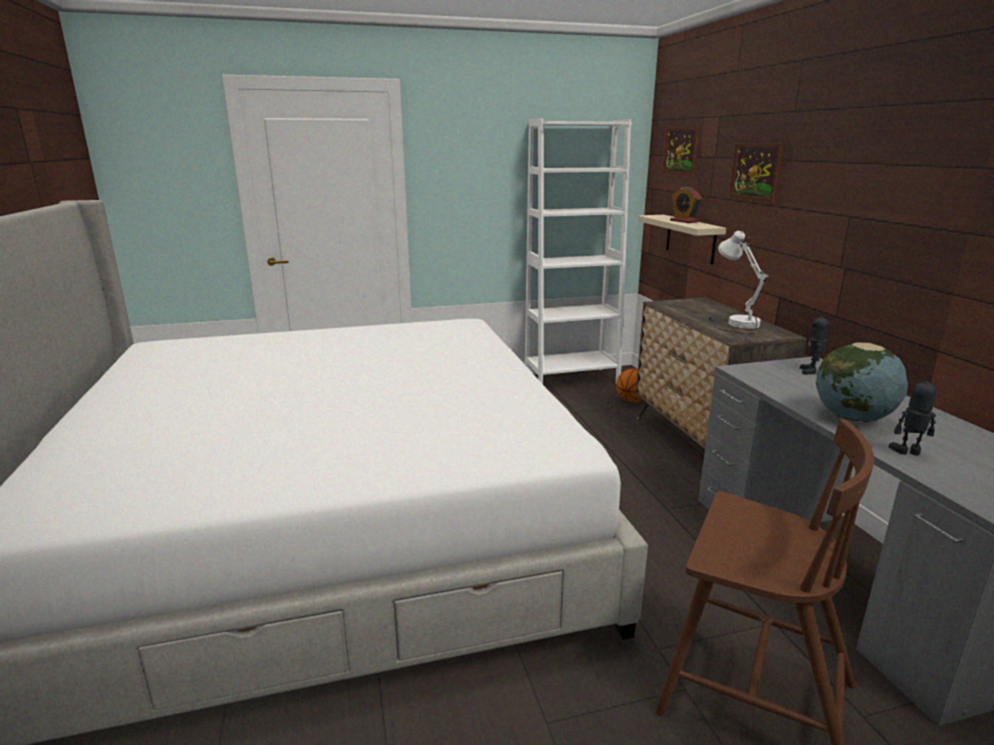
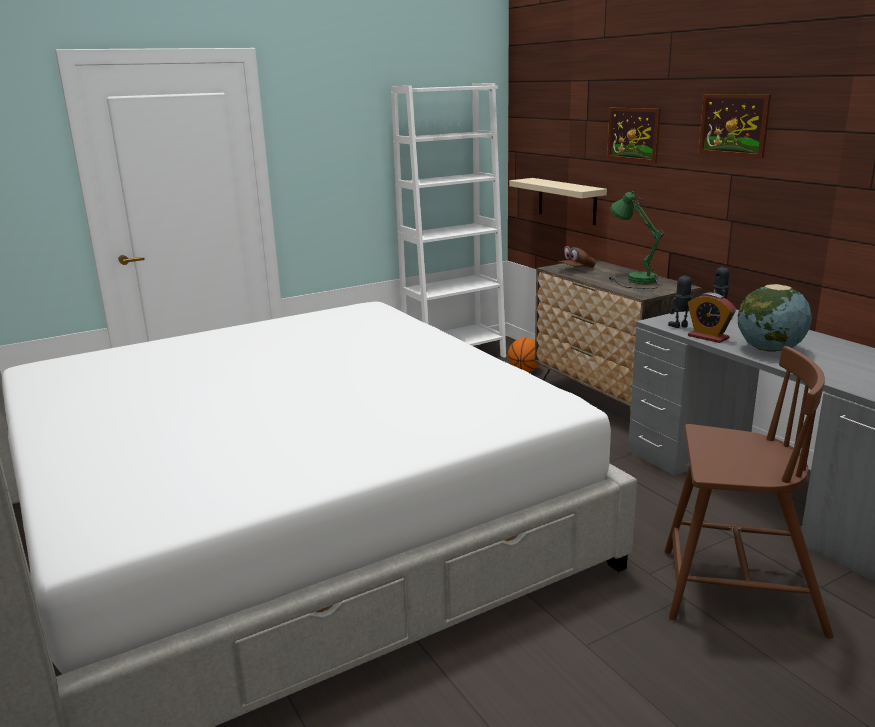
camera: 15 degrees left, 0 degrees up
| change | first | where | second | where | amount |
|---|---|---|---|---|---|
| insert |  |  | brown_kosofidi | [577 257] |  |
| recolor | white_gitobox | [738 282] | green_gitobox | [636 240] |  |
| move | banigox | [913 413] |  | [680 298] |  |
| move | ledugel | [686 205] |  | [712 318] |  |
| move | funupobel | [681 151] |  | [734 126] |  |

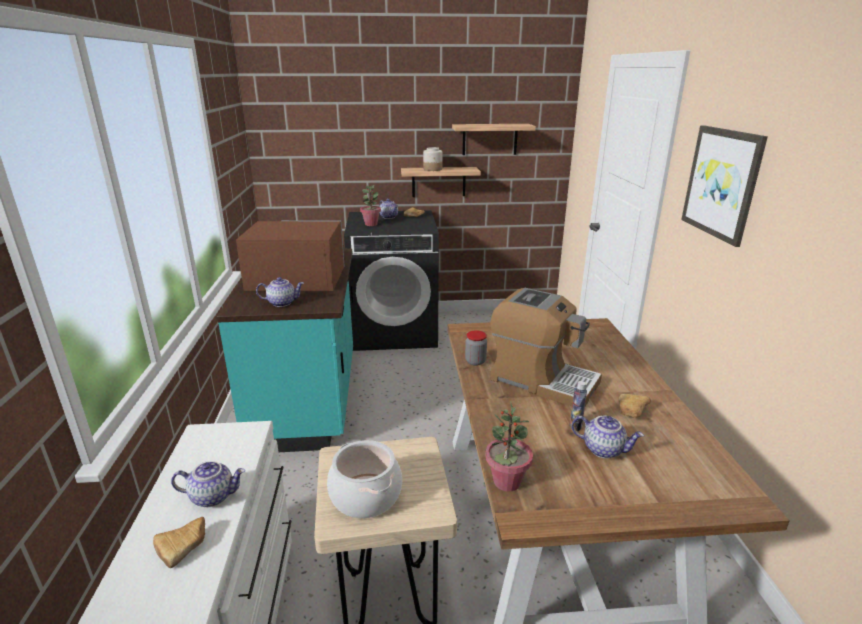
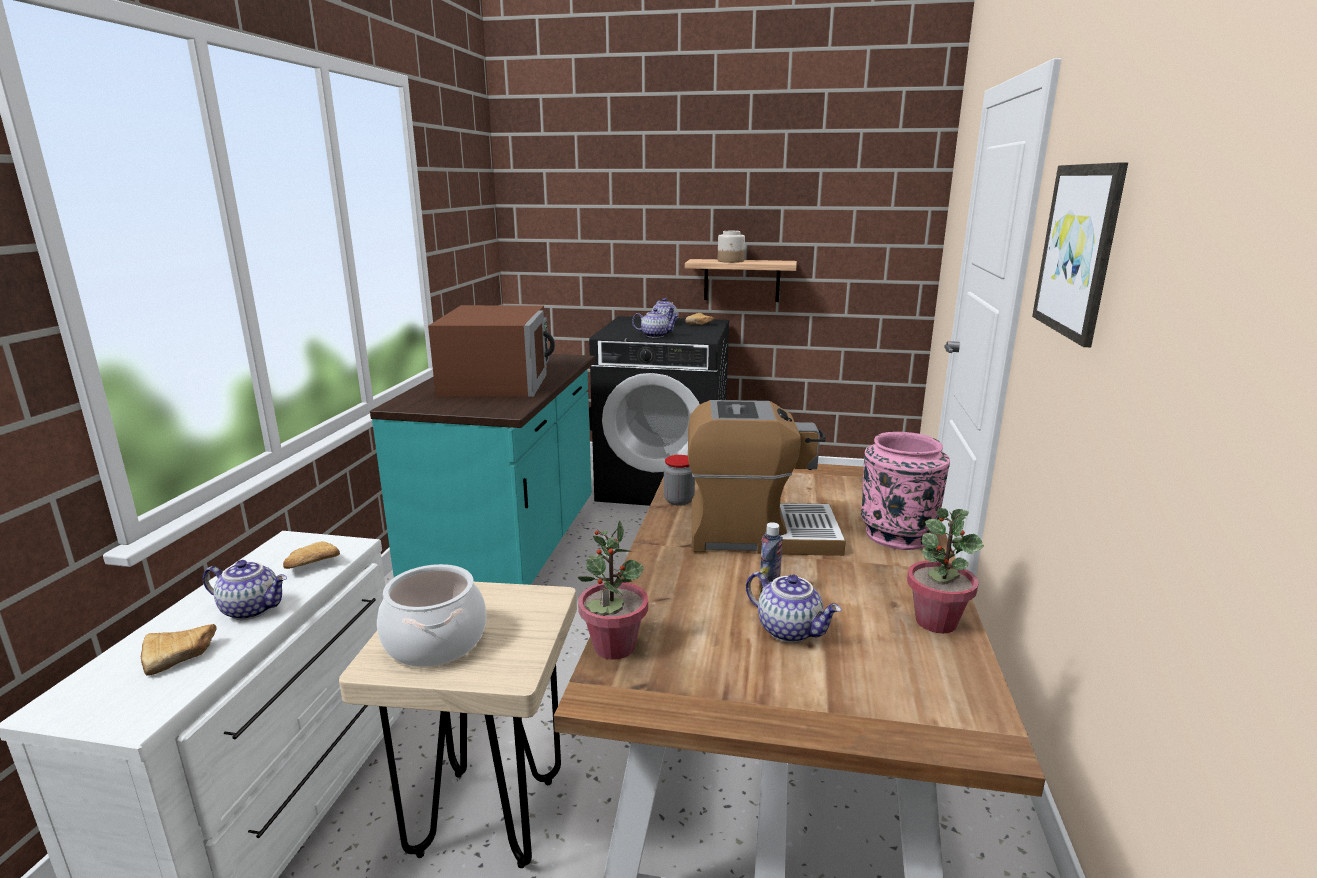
camera: 15 degrees right, 5 degrees down
| change | first | where | second | where | amount |
|---|---|---|---|---|---|
| move | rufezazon | [635 406] |  | [311 555] |  |
| rotate | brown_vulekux | [290 255] |  | [491 351] | 75 degrees clockwise |
| move | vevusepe | [280 292] |  | [655 323] |  |
| rotate | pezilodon | [546 347] |  | [767 478] | 45 degrees counterclockwise |
| insert |  |  | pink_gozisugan | [905 491] |  |
| move | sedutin | [370 205] |  | [945 570] |  |
| delete | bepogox | [494 139] |  |  |  |

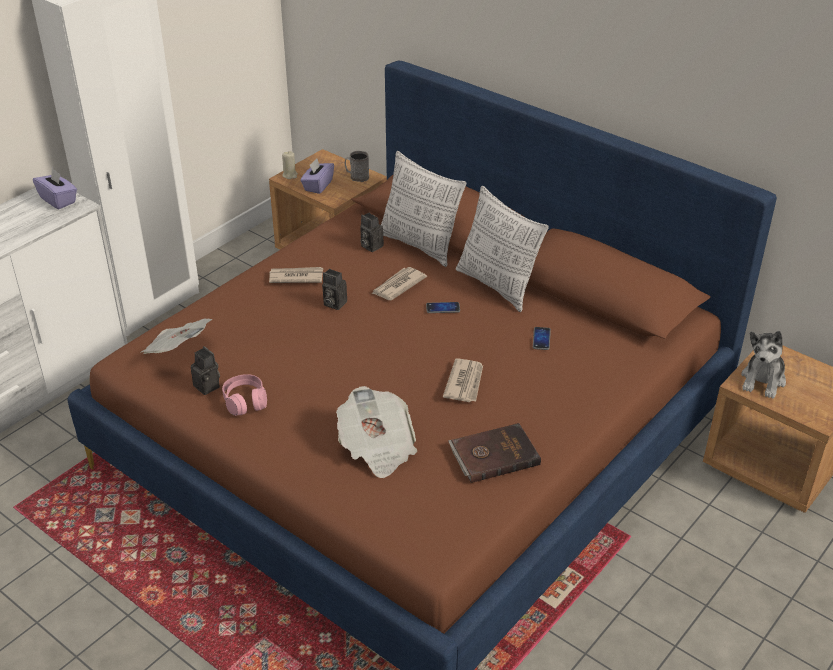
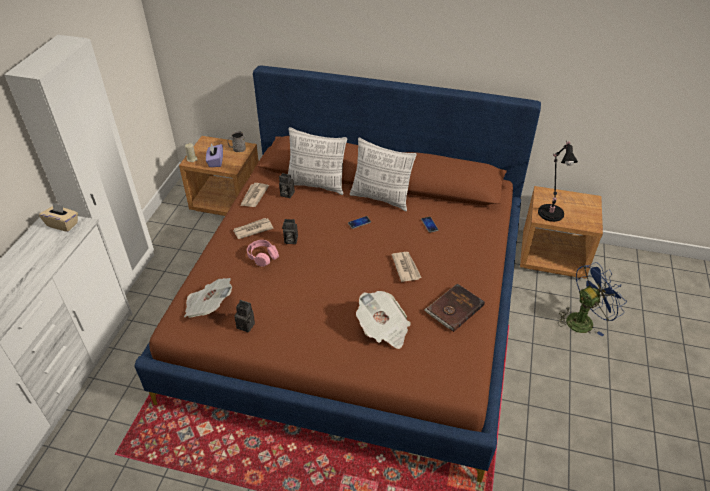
camera: 25 degrees left, 5 degrees up
| change | first | where | second | where | amount |
|---|---|---|---|---|---|
| recolor | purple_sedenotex | [55 188] | beige_sedenotex | [58 217] |  |
| move | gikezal | [399 283] |  | [254 195] |  |
| move | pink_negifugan | [244 395] |  | [263 253] |  |
| replace | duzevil | [763 365] | black_gitobox | [558 181] |  |
| insert |  |  | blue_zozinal | [592 299] |  |

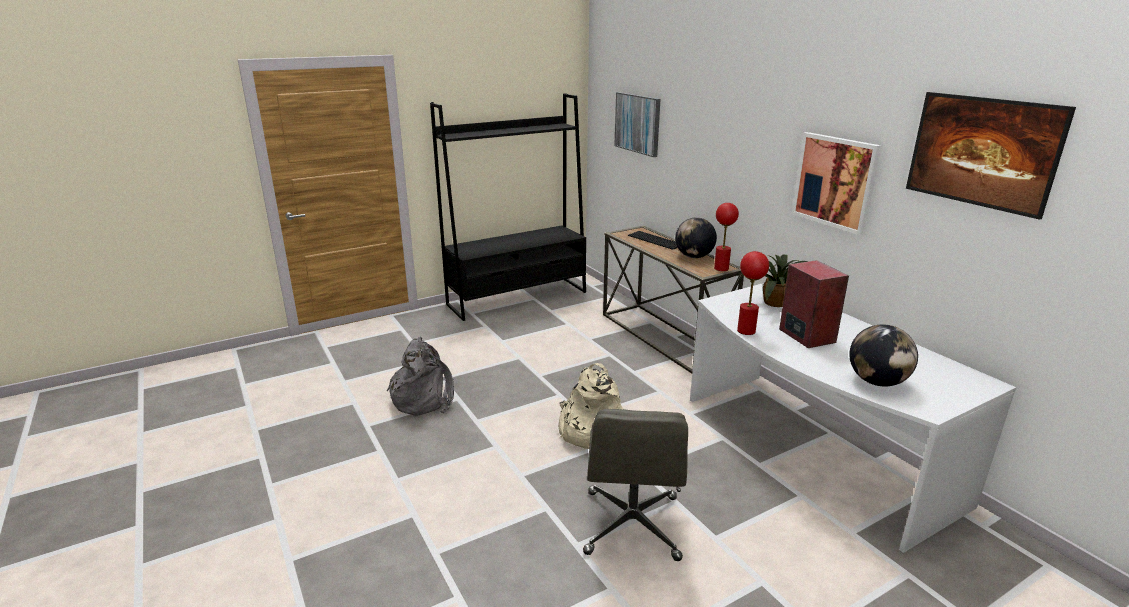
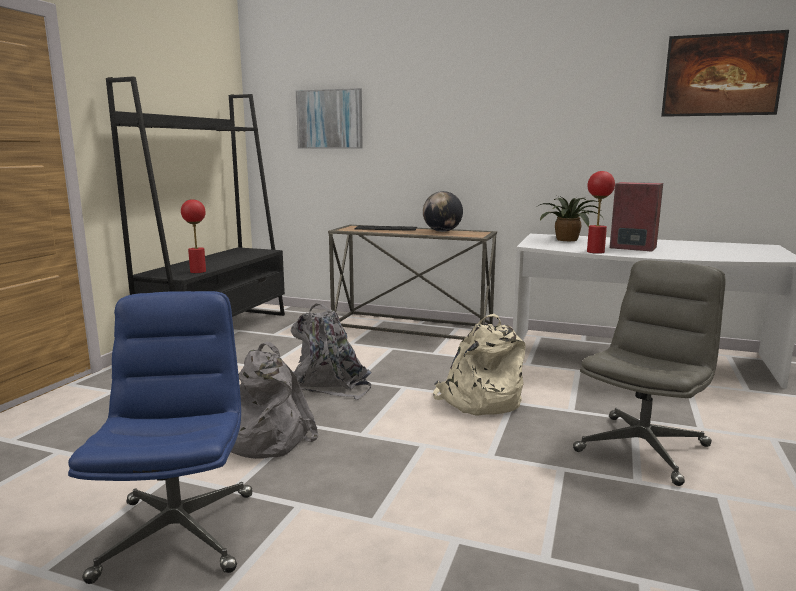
camera: 40 degrees left, 10 degrees down
| change | first | where | second | where | amount |
|---|---|---|---|---|---|
| insert |  |  | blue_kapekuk | [160 437] |  |
| move | red_gitobox | [726 237] |  | [193 236] |  |
| insert |  |  | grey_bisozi | [331 352] |  |
| rotate | grey_kapekuk | [635 485] |  | [649 373] | 105 degrees counterclockwise |
| delete | funupobel | [836 183] |  |  |  |
| delete | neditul | [883 355] |  |  |  |

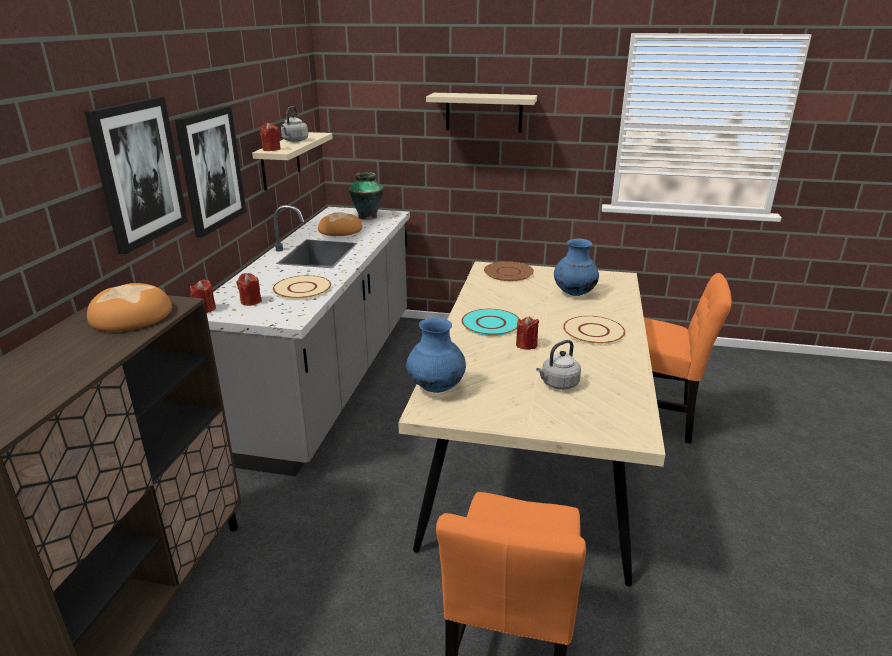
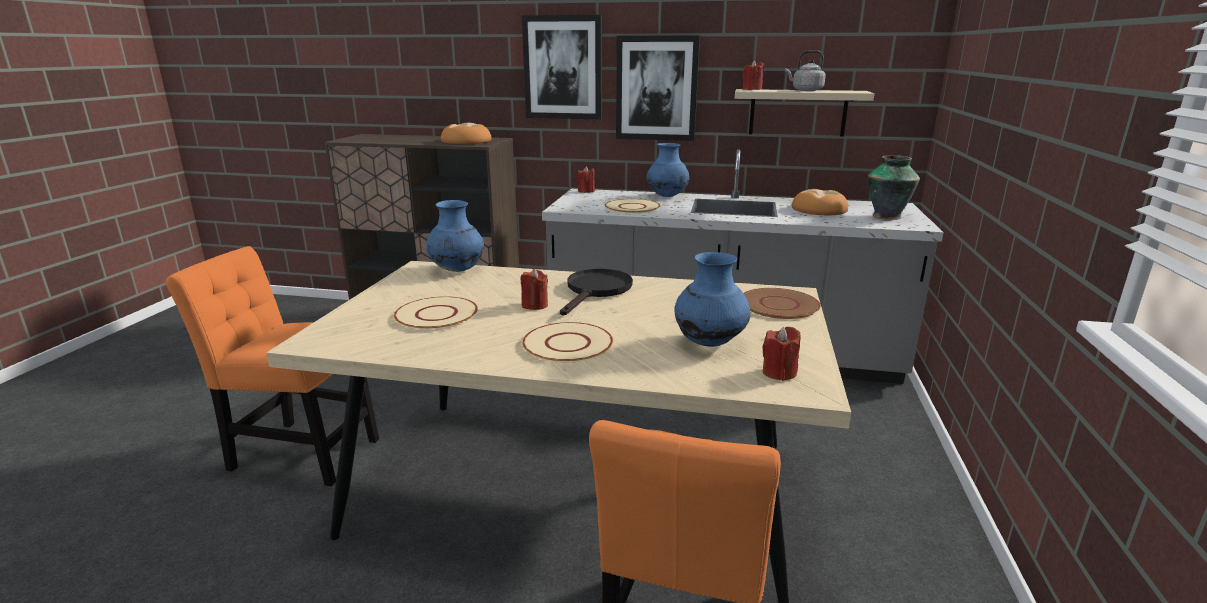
camera: 90 degrees right, 5 degrees down
| change | first | where | second | where | amount |
|---|---|---|---|---|---|
| replace | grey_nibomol | [558 365] | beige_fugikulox | [436 313] |  |
| replace | turquoise_fugikulox | [490 322] | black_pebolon | [596 292] |  |
| insert |  |  | blue_gozisugan | [667 170] |  |
| move | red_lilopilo | [249 289] |  | [781 354] |  |
| delete | beige_bepogox | [481 113] |  |  |  |

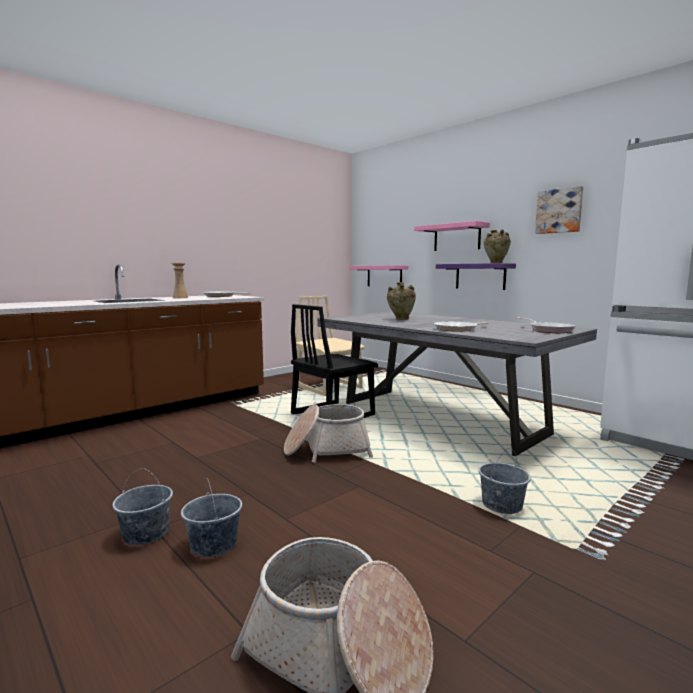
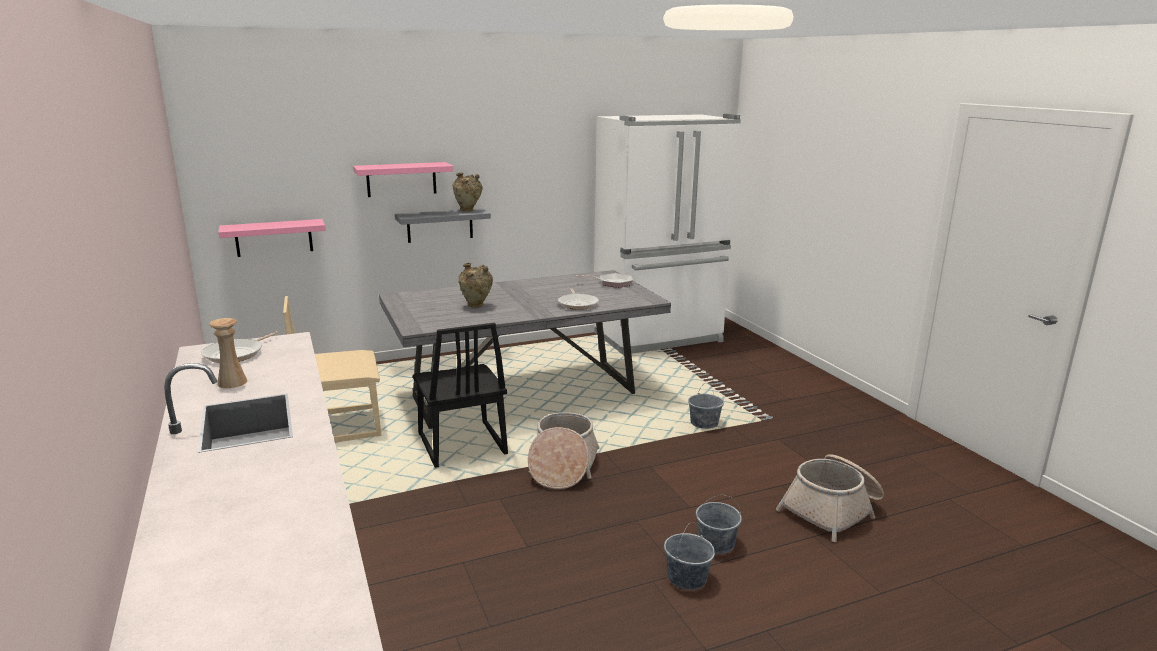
camera: 70 degrees left, 10 degrees up
| change | first | where | second | where | amount |
|---|---|---|---|---|---|
| recolor | purple_bepogox | [476 276] | grey_bepogox | [443 225] |  |
| delete | funupobel | [559 210] |  |  |  |

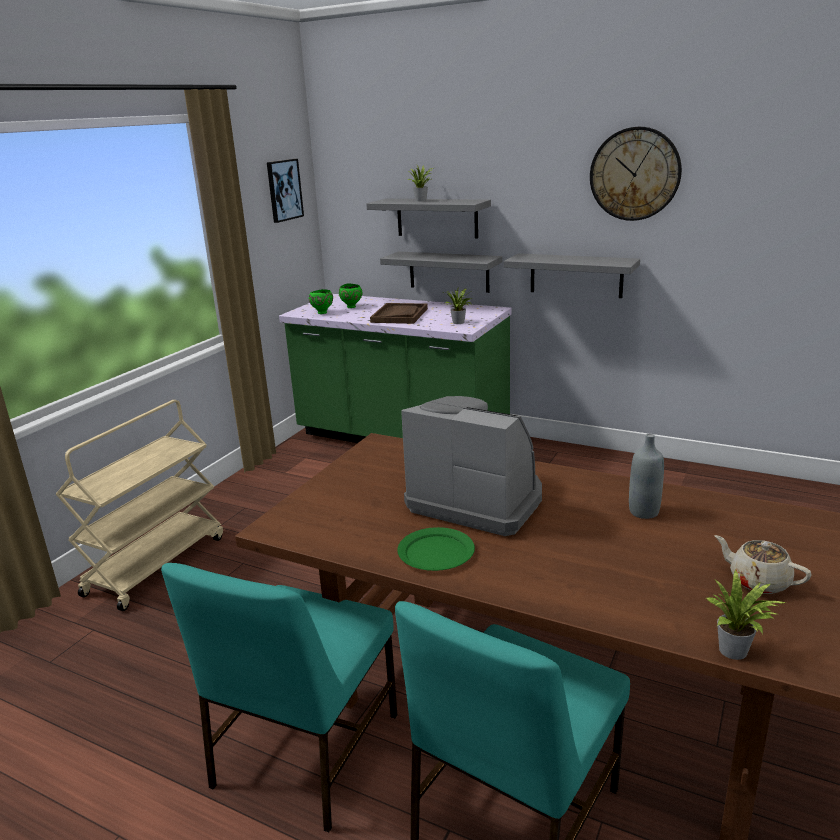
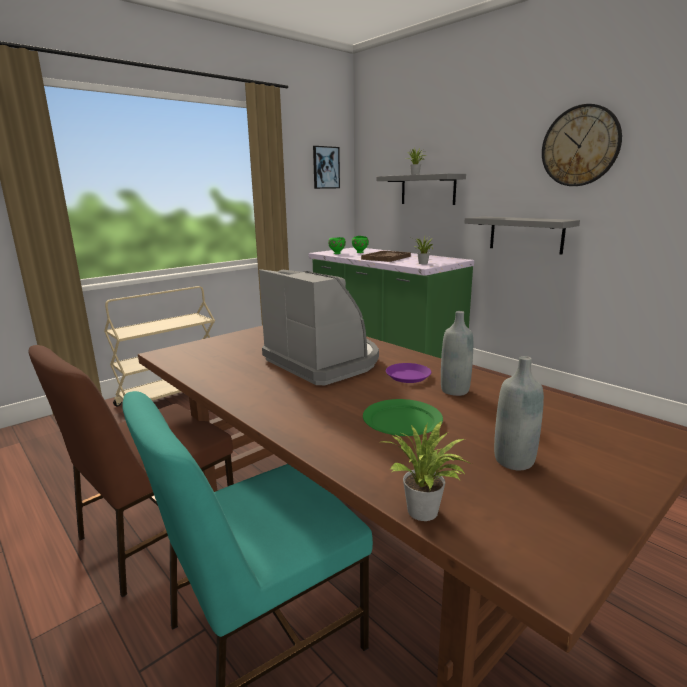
camera: 20 degrees right, 5 degrees down
| change | first | where | second | where | amount |
|---|---|---|---|---|---|
| recolor | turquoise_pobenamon | [279 697] | brown_pobenamon | [131 471] |  |
| move | green_fugikulox | [436 549] |  | [403 417] |  |
| insert |  |  | purple_fugikulox | [408 373] |  |
| replace | beige_vevusepe | [762 564] | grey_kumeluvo | [519 413] |  |
| delete | grey_bepogox | [441 272] |  |  |  |

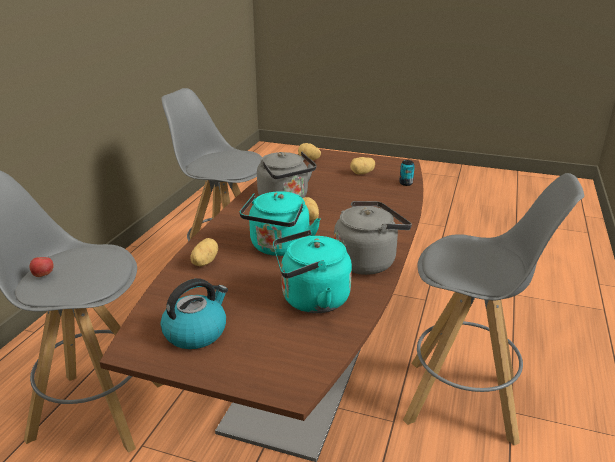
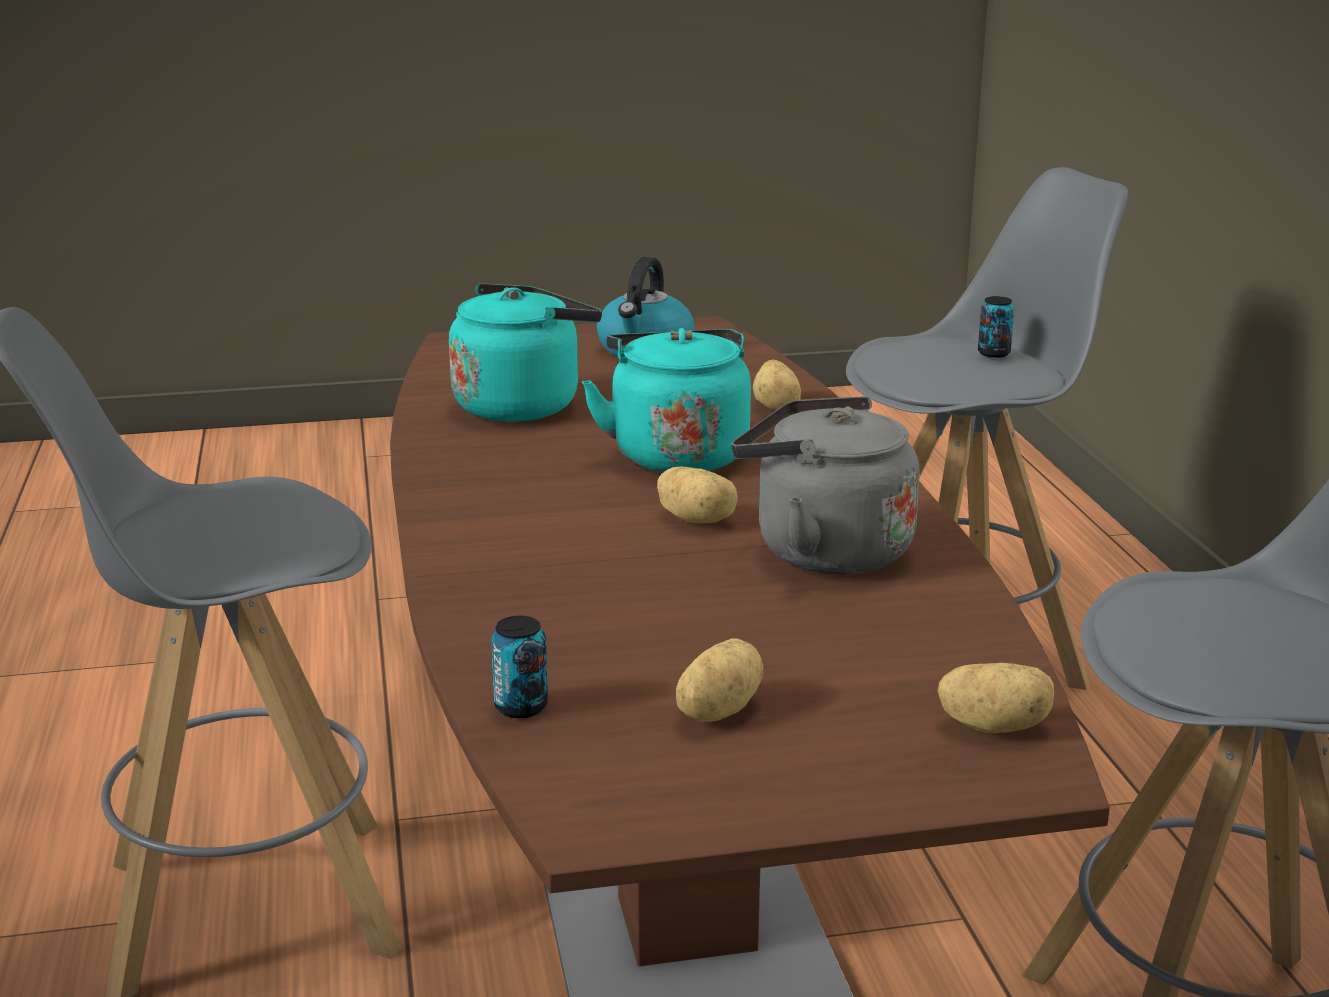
camera: 150 degrees right, 5 degrees down
| change | first | where | second | where | amount |
|---|---|---|---|---|---|
| replace | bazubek | [42 267] | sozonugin | [996 327] |  |
| delete | grey_nibomol | [373 238] |  |  |  |

